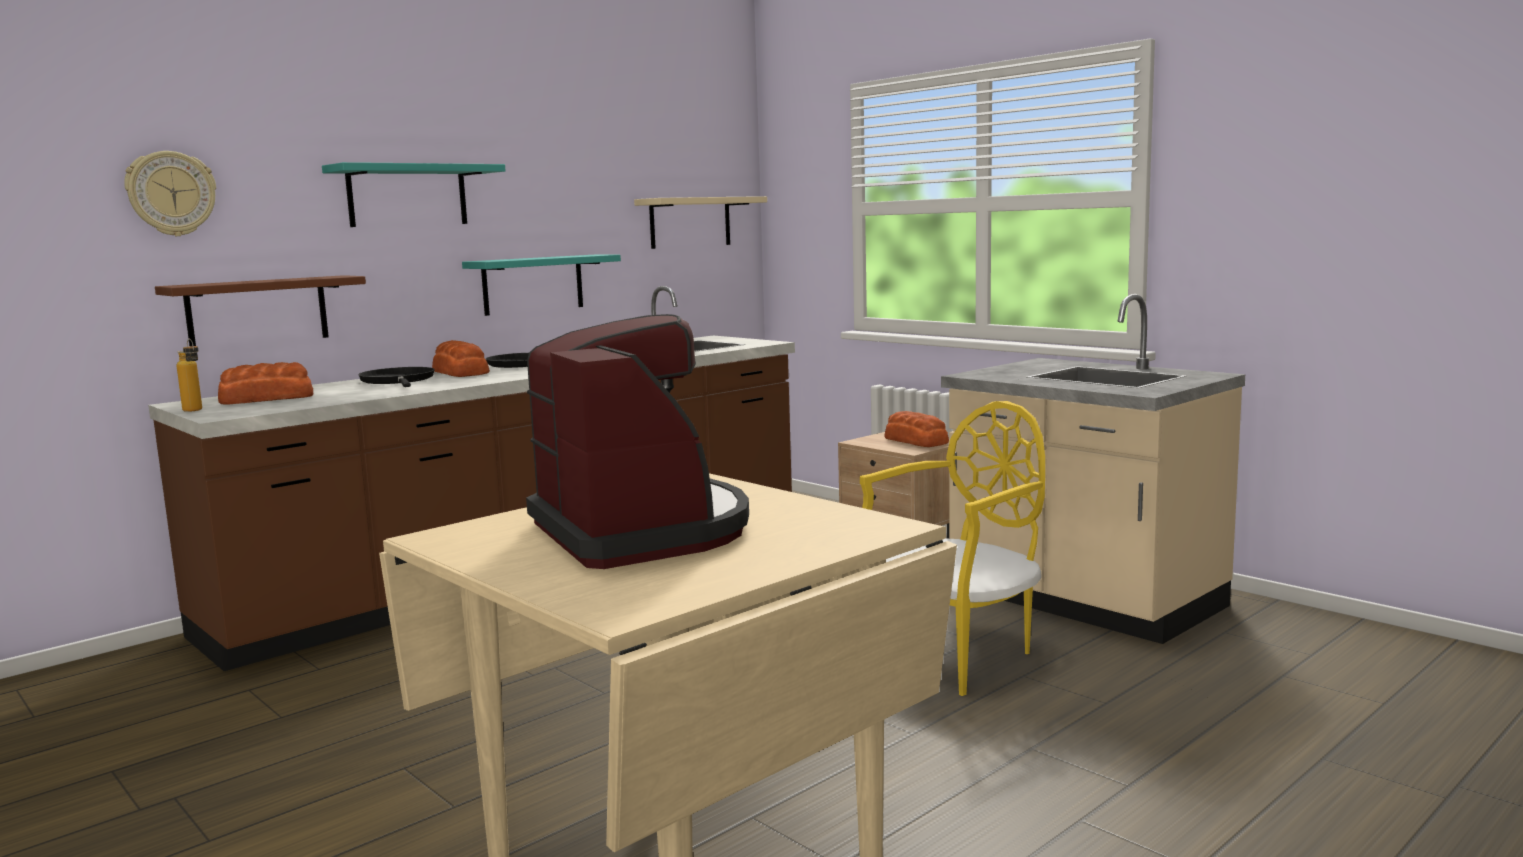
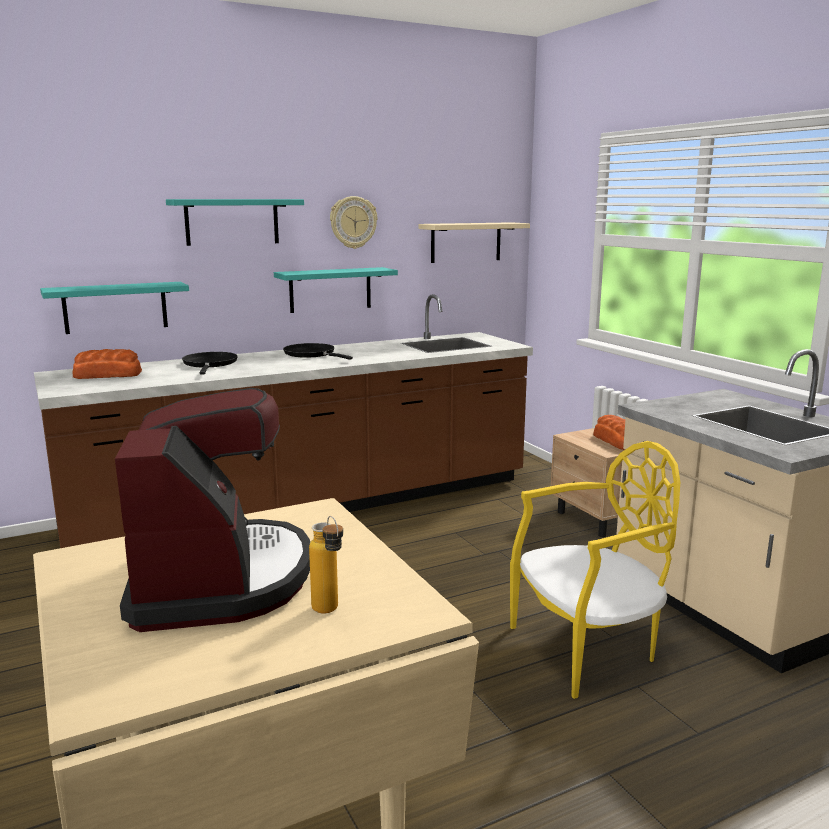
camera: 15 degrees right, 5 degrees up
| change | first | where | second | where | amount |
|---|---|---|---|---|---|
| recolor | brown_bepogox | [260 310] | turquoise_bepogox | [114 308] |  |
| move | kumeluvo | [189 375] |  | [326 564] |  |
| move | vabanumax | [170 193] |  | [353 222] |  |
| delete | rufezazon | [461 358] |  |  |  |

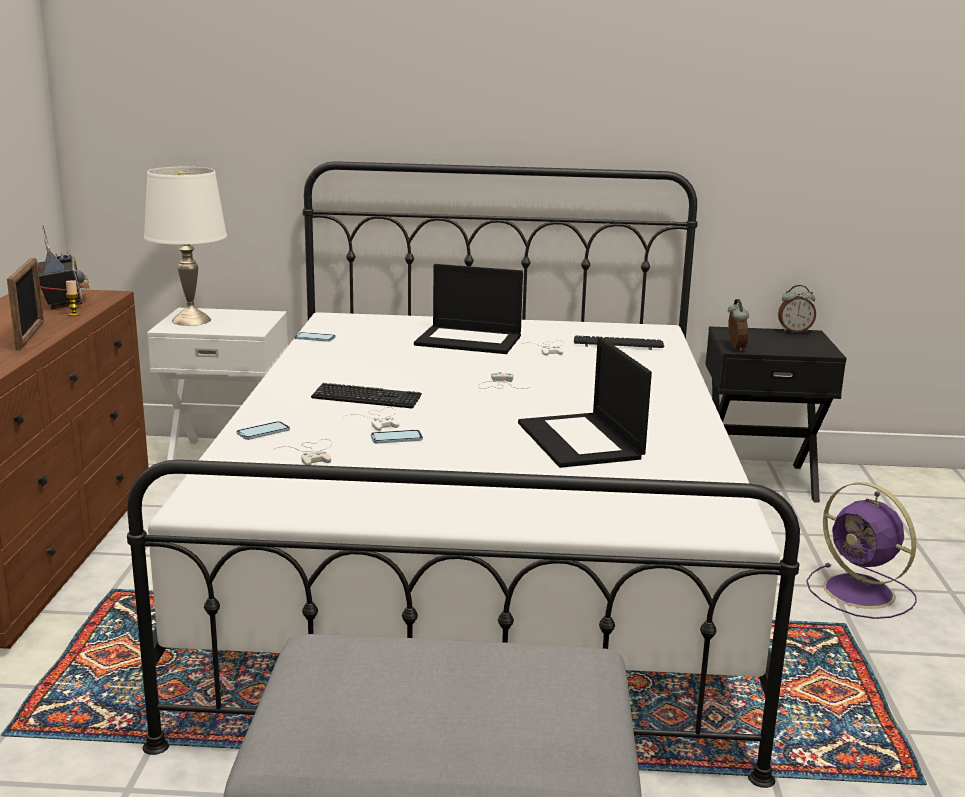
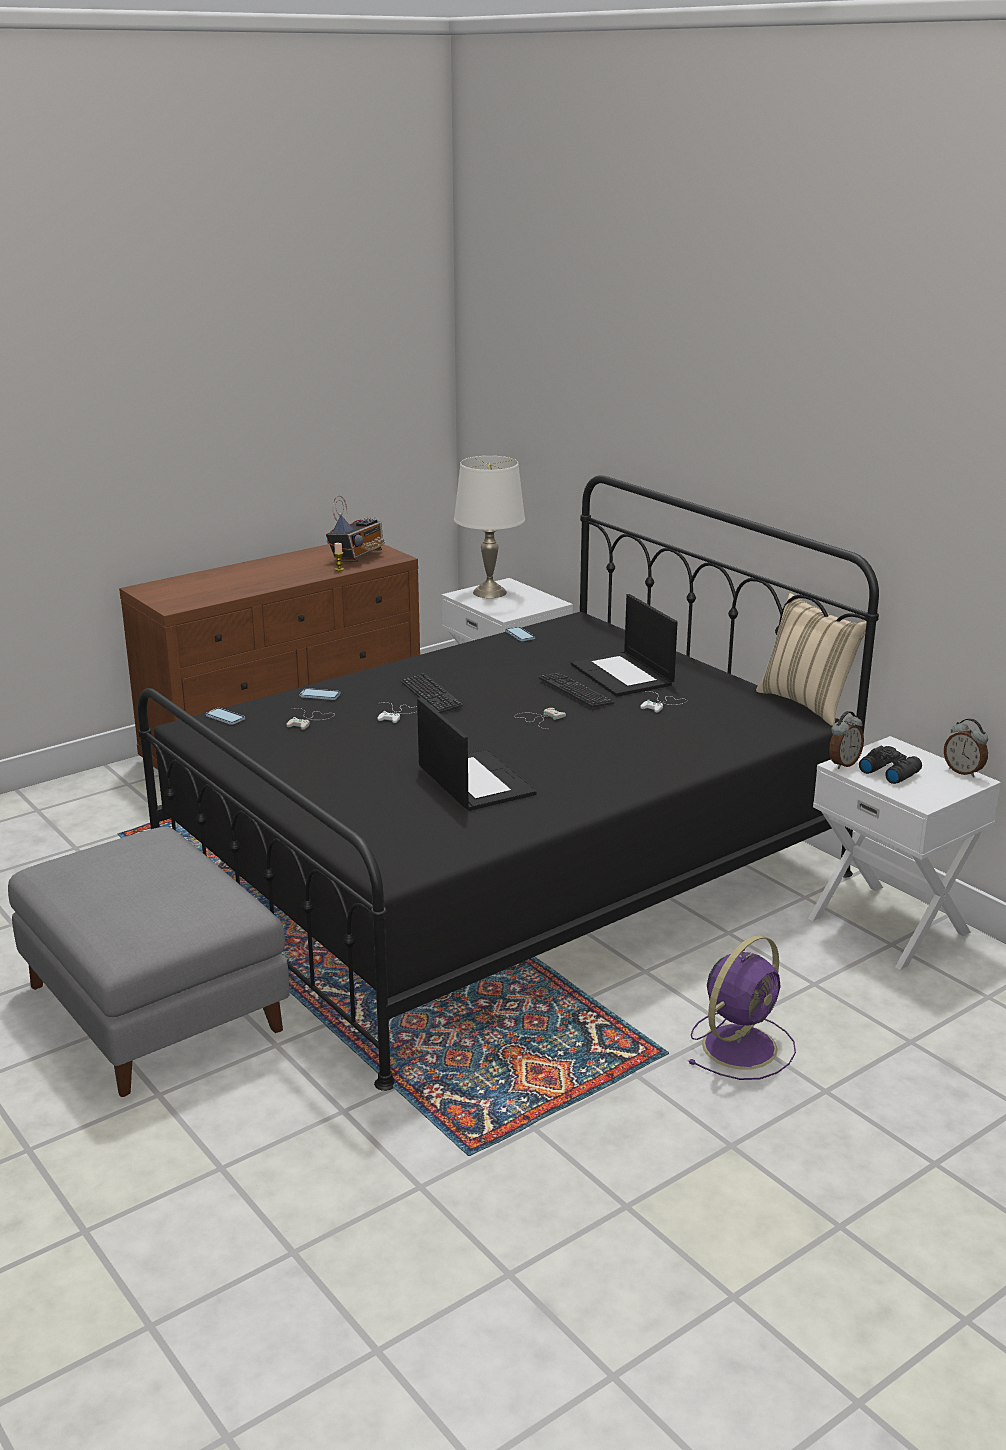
camera: 50 degrees right, 5 degrees up
| change | first | where | second | where | amount |
|---|---|---|---|---|---|
| recolor | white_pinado | [463 474] | black_pinado | [508 783] |  |
| move | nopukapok | [397 436] |  | [225 716] |  |
| rotate | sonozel | [585 402] |  | [476 754] | 120 degrees clockwise |
| move | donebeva | [619 342] |  | [576 690] |  |
| rotate | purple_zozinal | [861 550] |  | [742 1007] | 150 degrees counterclockwise |
| insert |  |  | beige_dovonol | [811 659] |  |
| recolor | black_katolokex | [776 414] | white_katolokex | [904 853] |  |
| insert |  |  | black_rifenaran | [890 765] |  |
| delete | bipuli | [25 304] |  |  |  |

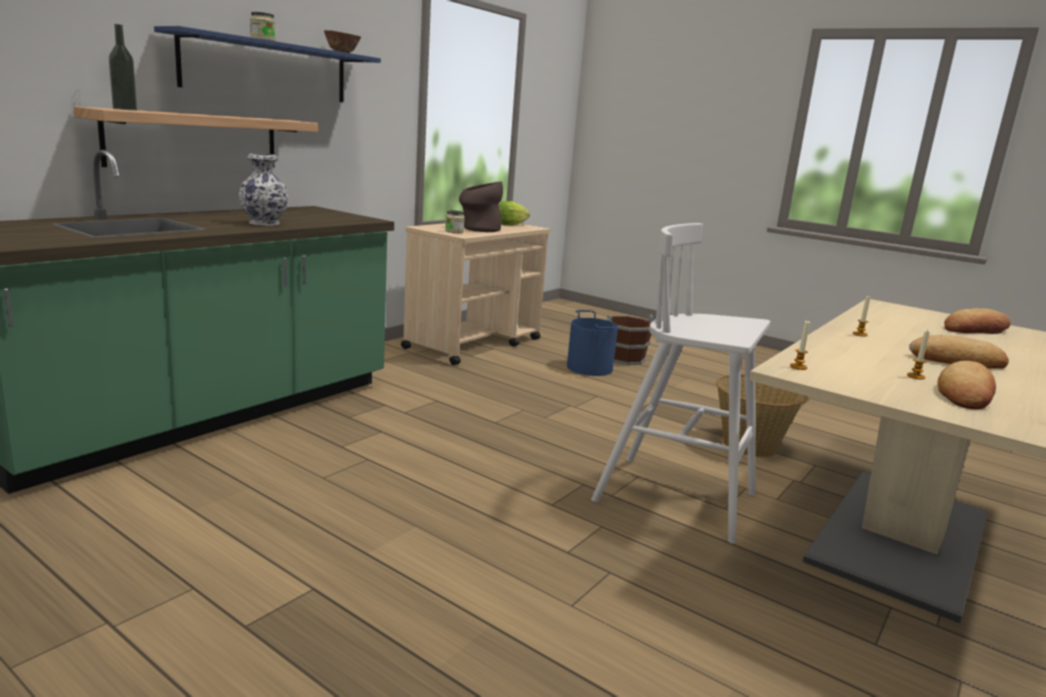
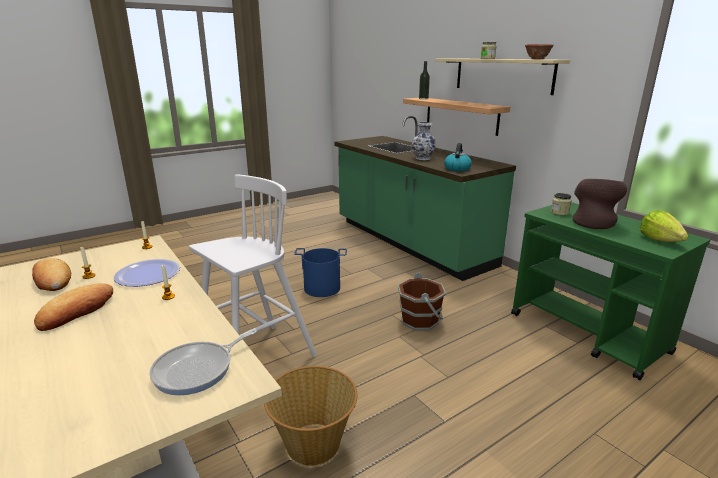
camera: 110 degrees right, 5 degrees up
| change | first | where | second | where | amount |
|---|---|---|---|---|---|
| insert |  |  | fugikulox | [147 273] |  |
| insert |  |  | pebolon | [203 362] |  |
| move | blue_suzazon | [592 343] |  | [320 272] |  |
| move | brown_suzazon | [628 339] |  | [422 301] |  |
| recolor | blue_bepogox | [267 64] | beige_bepogox | [502 76] |  |
| insert |  |  | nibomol | [458 157] |  |
| recolor | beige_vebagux | [476 294] | green_vebagux | [610 291] |  |
| delete | rufezazon | [977 321] |  |  |  |

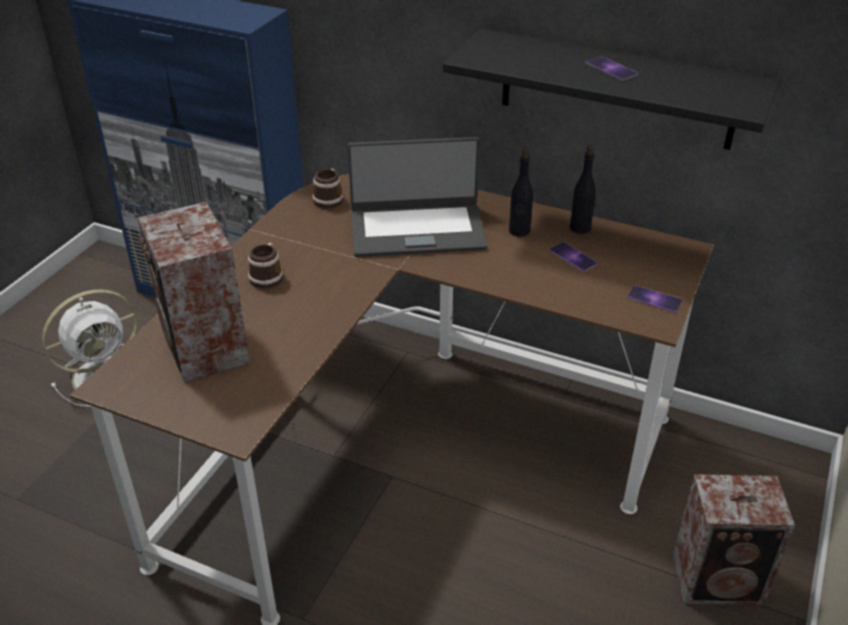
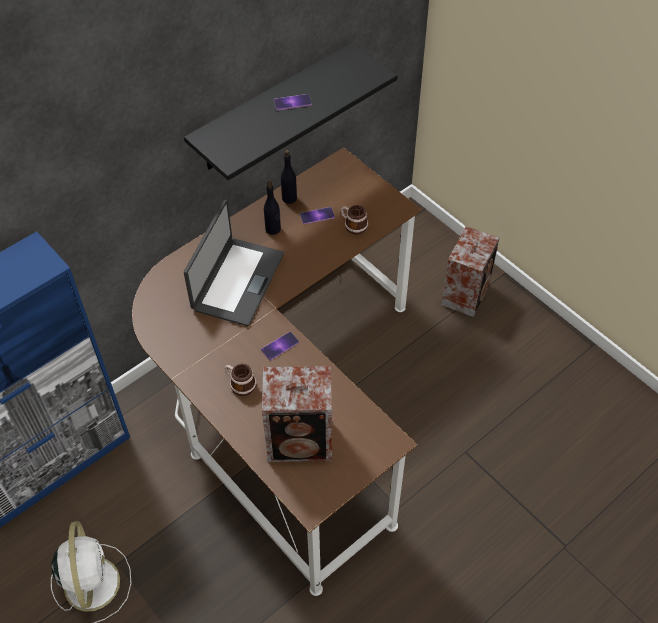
camera: 65 degrees left, 15 degrees up
| change | first | where | second | where | amount |
|---|---|---|---|---|---|
| move | nopukapok | [655 299] |  | [280 346] |  |
| move | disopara | [328 188] |  | [354 220] |  |

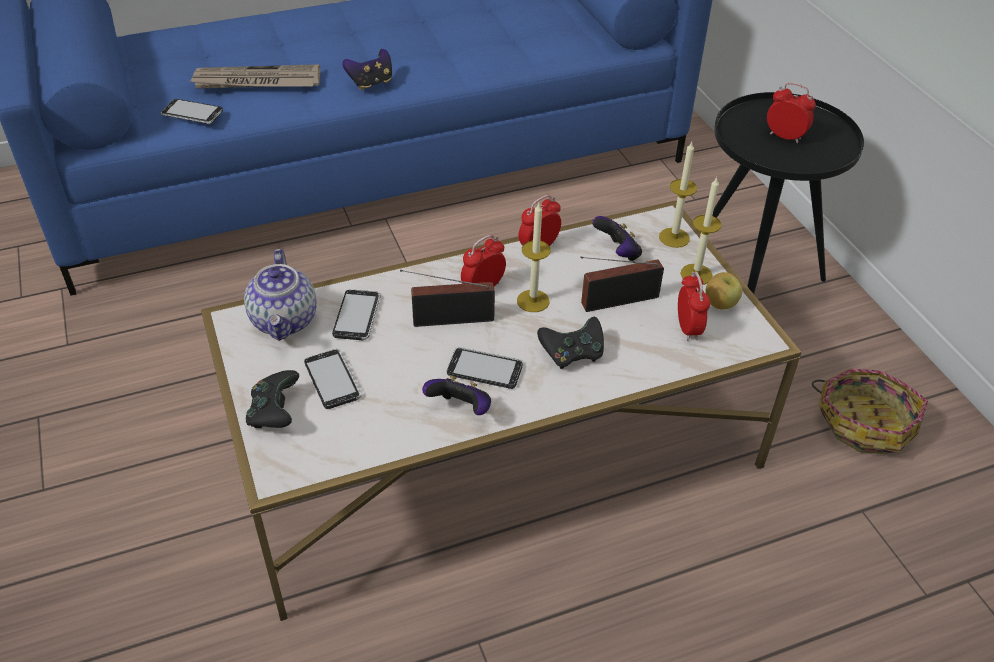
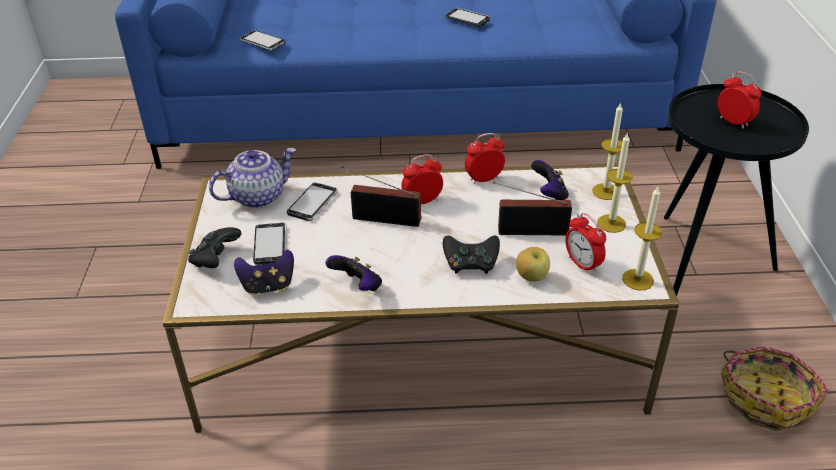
camera: 20 degrees right, 5 degrees down
| change | first | where | second | where | amount |
|---|---|---|---|---|---|
| rotate | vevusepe | [280 295] |  | [252 178] | 135 degrees counterclockwise |
| move | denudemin | [367 69] |  | [264 272] |  |
| move | nopukapok | [485 368] |  | [468 17] |  |
| move | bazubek | [723 291] |  | [533 264] |  |
| rotate | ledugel | [694 306] |  | [585 243] | 135 degrees clockwise |
| move | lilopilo | [534 257] |  | [642 239] |  |
| delete | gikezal | [254 76] |  |  |  |

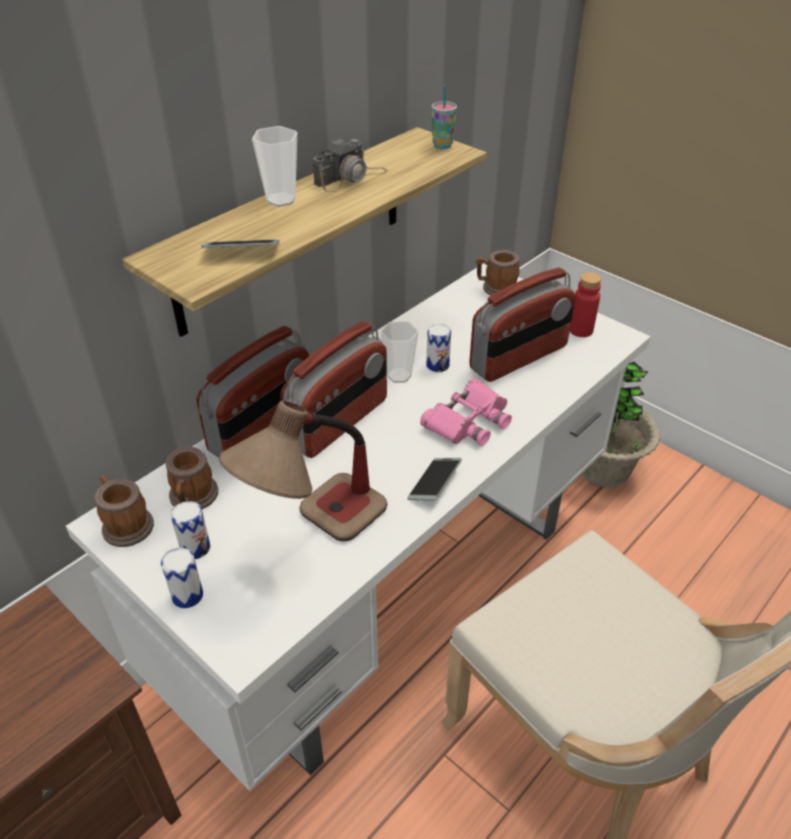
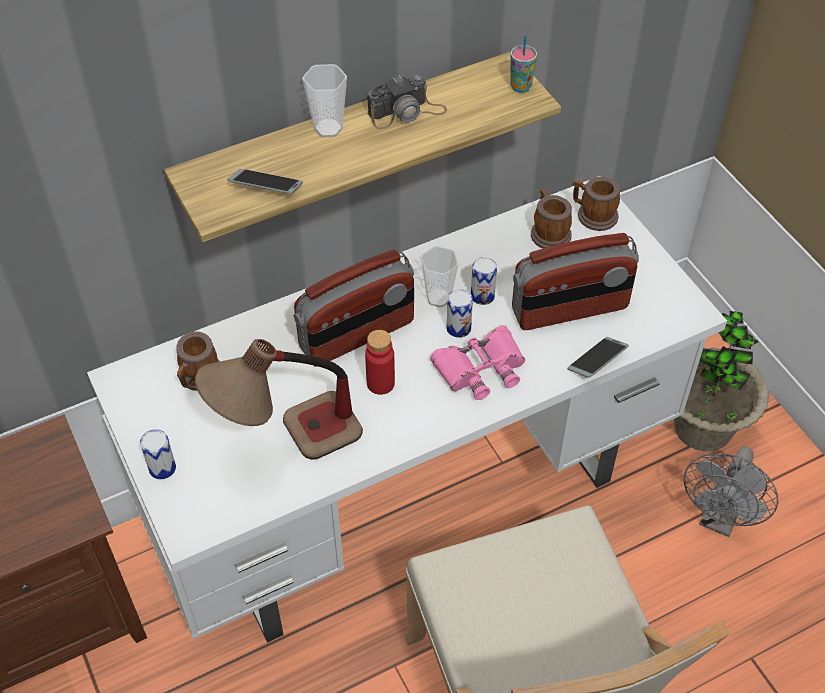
camera: 20 degrees right, 10 degrees up
| change | first | where | second | where | amount |
|---|---|---|---|---|---|
| move | red_kumeluvo | [585 304] |  | [380 362] |  |
| move | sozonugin | [190 530] |  | [459 313] |  |
| move | disopara | [124 511] |  | [551 218] |  |
| move | nopukapok | [434 479] |  | [598 357] |  |
| insert |  |  | grey_zozinal | [731 492] |  |
| delete | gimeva | [252 392] |  |  |  |

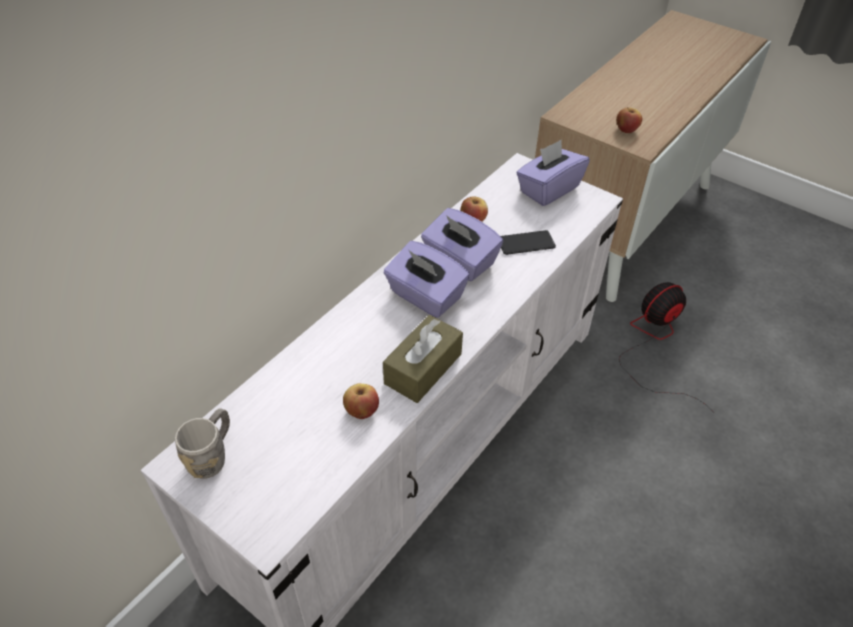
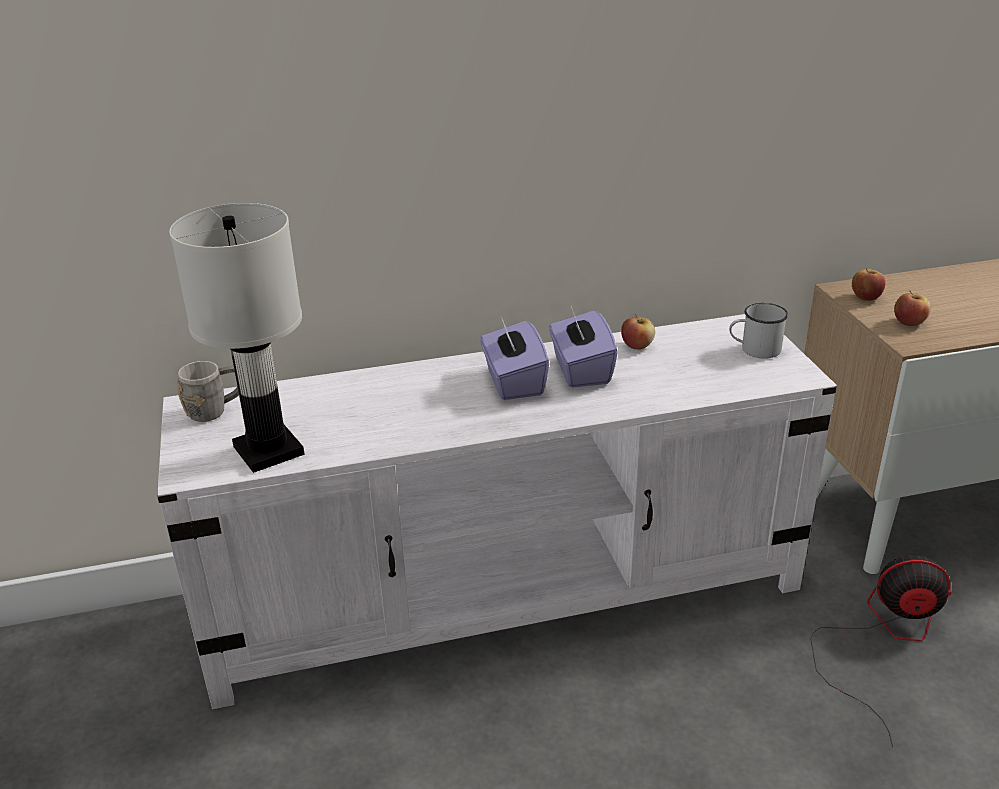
camera: 40 degrees right, 15 degrees down
| change | first | where | second | where | amount |
|---|---|---|---|---|---|
| insert |  |  | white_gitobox | [236 338] |  |
| replace | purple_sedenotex | [553 173] | white_disopara | [758 331] |  |
| move | bazubek | [361 401] |  | [869 285] |  |
| delete | brown_sedenotex | [423 359] |  |  |  |
| delete | nopukapok | [528 242] |  |  |  |

